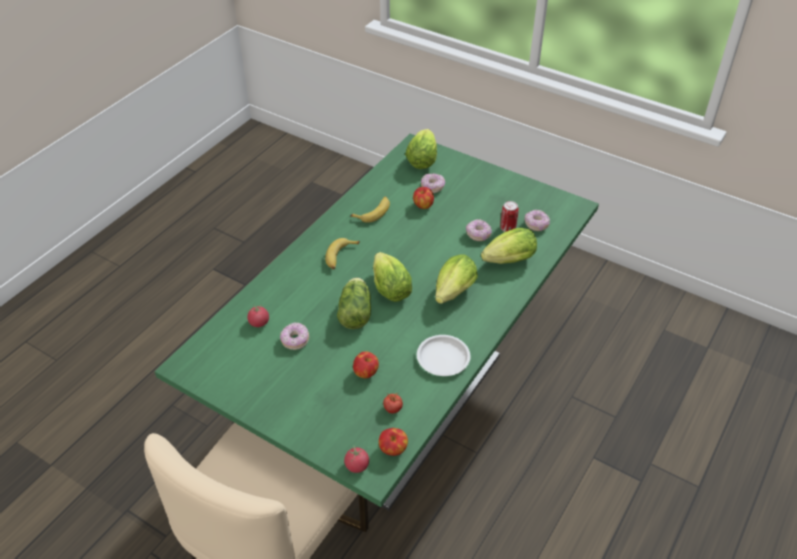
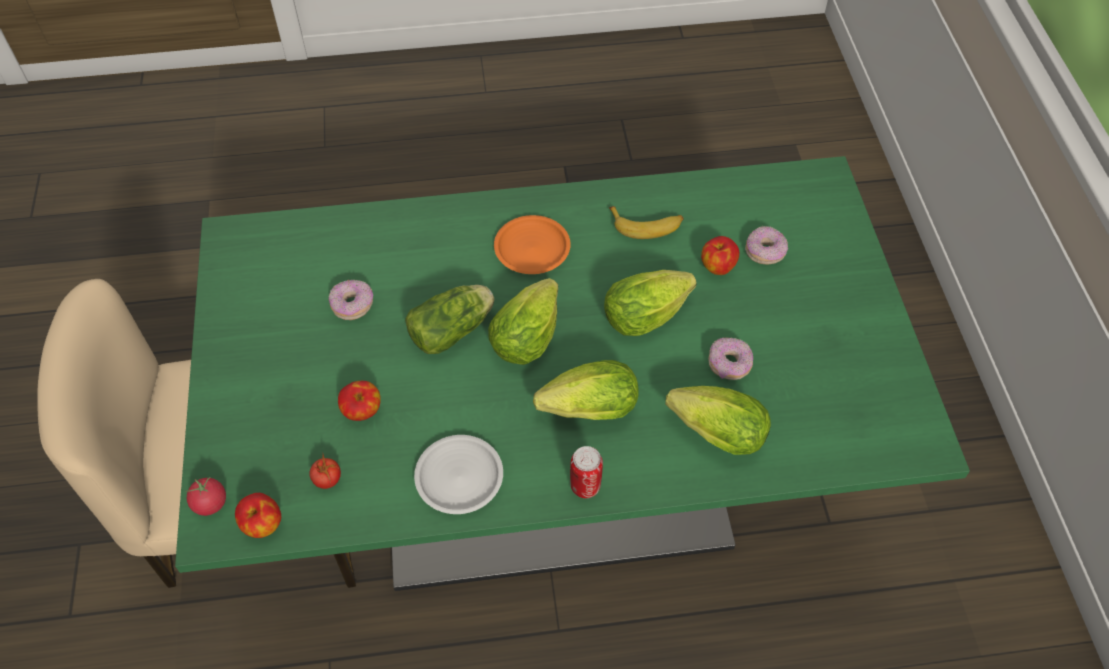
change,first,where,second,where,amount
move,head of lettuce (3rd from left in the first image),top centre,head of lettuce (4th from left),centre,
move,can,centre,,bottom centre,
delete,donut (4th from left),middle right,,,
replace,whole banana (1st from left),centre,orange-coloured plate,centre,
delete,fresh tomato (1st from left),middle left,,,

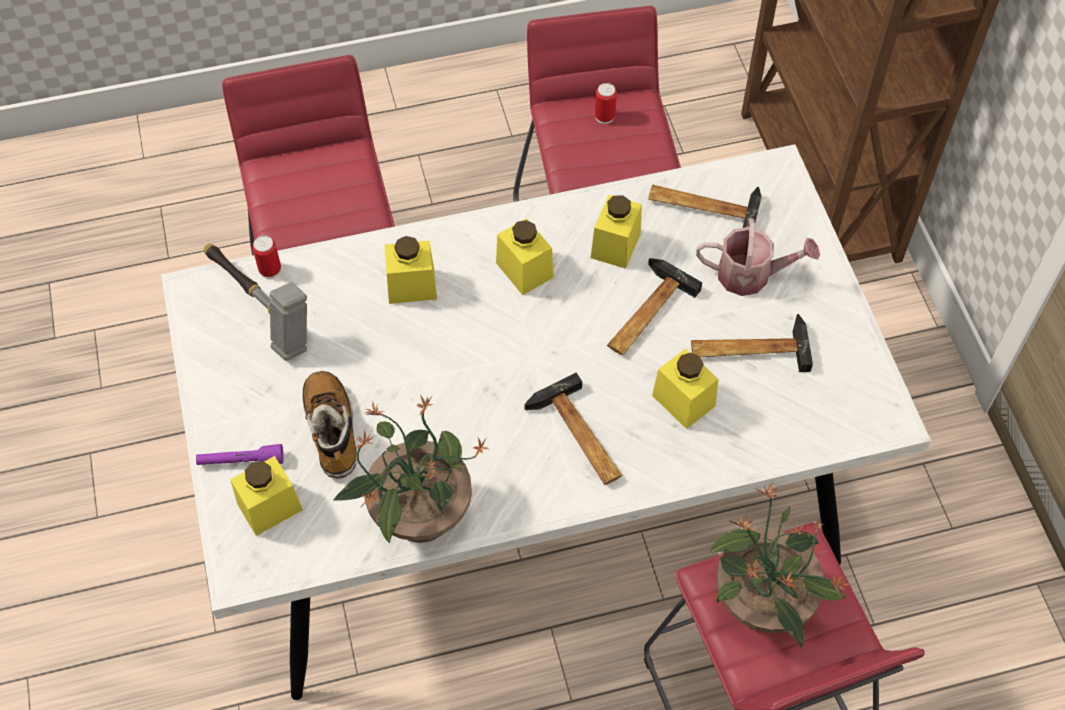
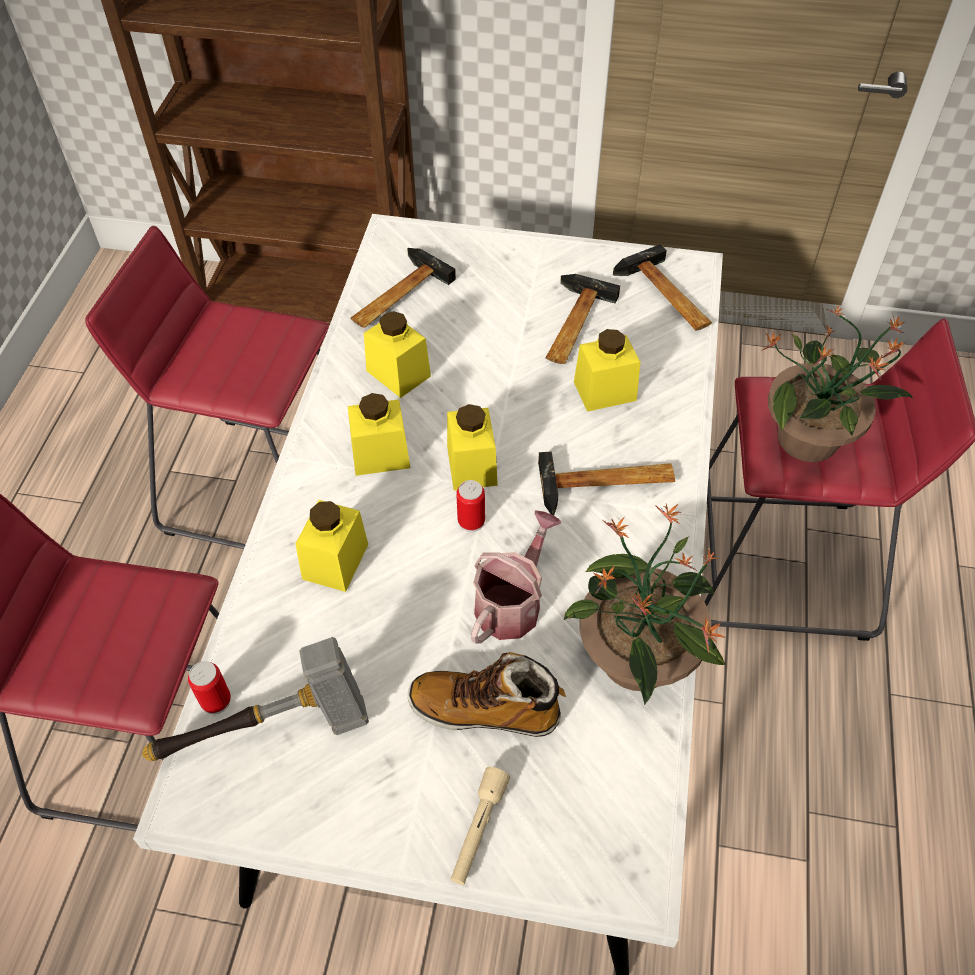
change,first,where,second,where,amount
move,can (2nd from left),top centre,,centre,
move,watering pot,middle right,,centre,
move,hammer (3rd from left in the first image),centre,hammer (5th from left),top right,
recolor,purplish flashlight,middle left,beige-coloured flashlight,bottom centre,
move,yellow-coloured preserve jar (1st from left in the first image),bottom left,yellow-coloured preserve jar (4th from left),centre,

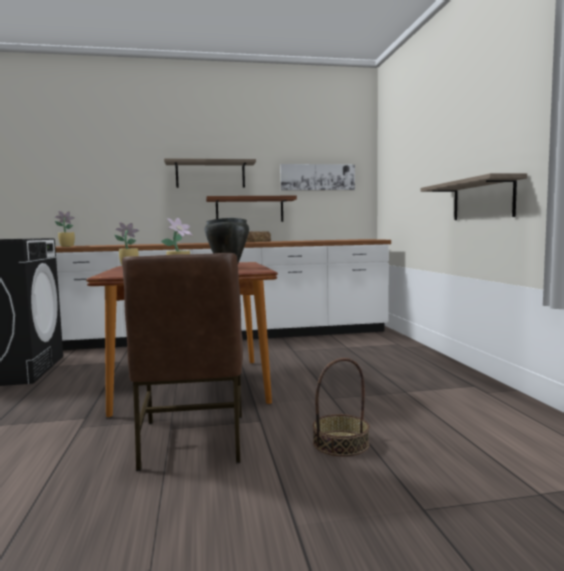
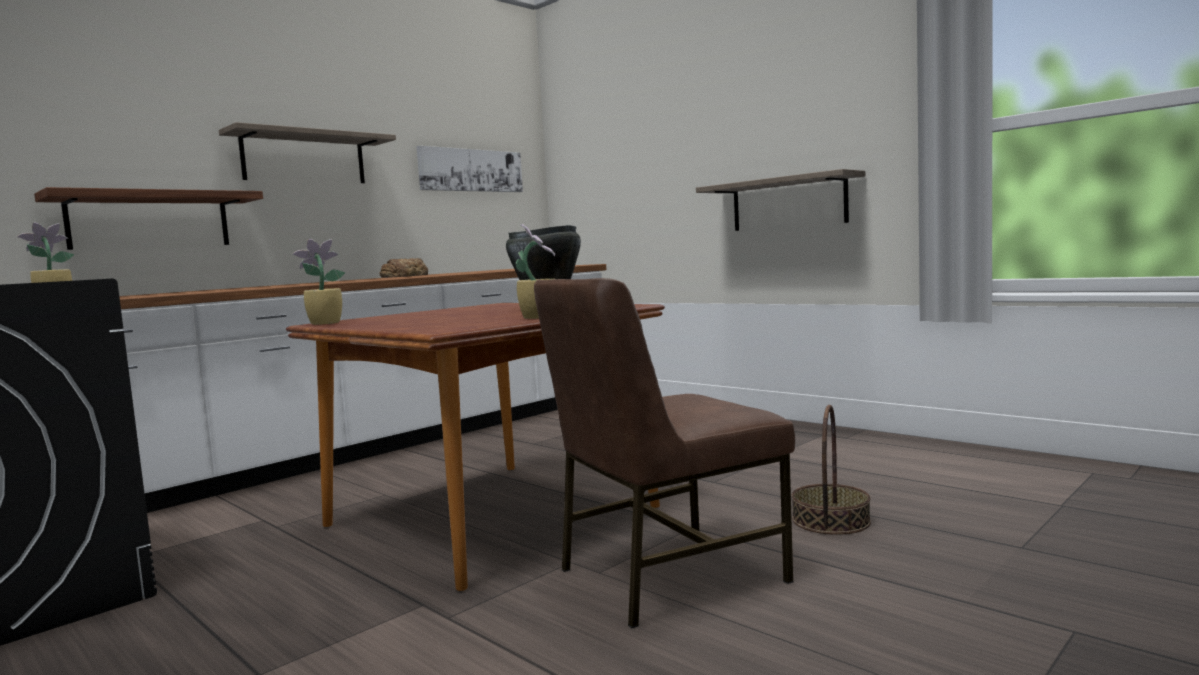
change,first,where,second,where,amount
move,shelf (2nd from left in the first image),centre,shelf (1st from left),top left,
rotate,brownish upright chair,middle left,,bottom centre,105 degrees clockwise

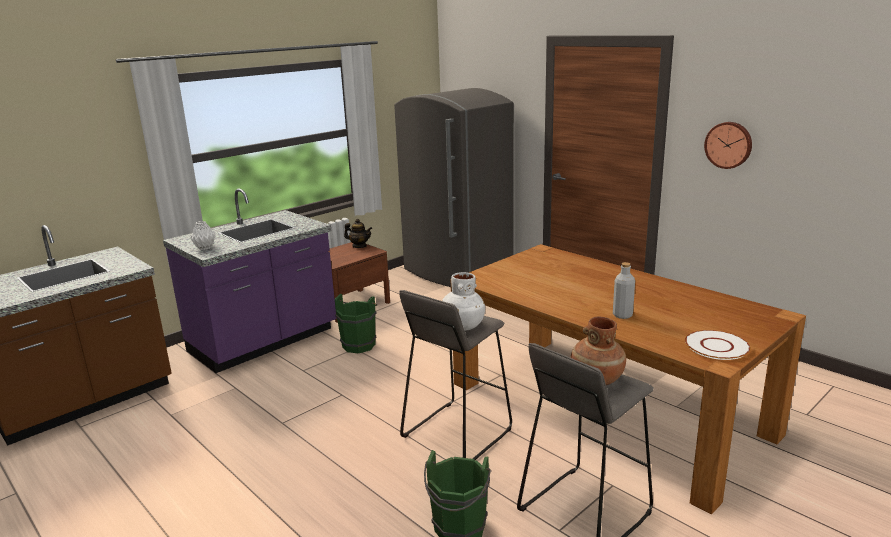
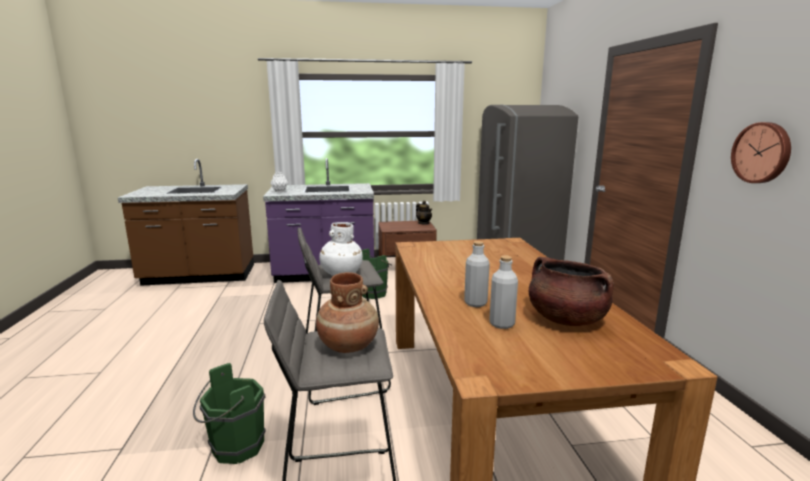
change,first,where,second,where,amount
delete,white-coloured plate,middle right,,,
insert,,,grey bottle (2nd from left),centre,
insert,,,brownish stockpot,middle right,

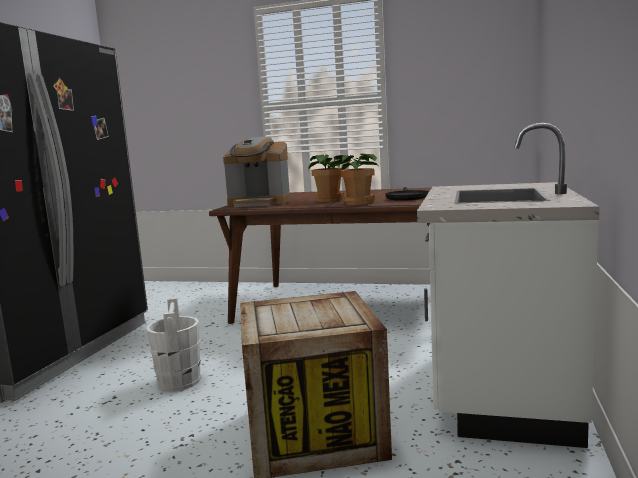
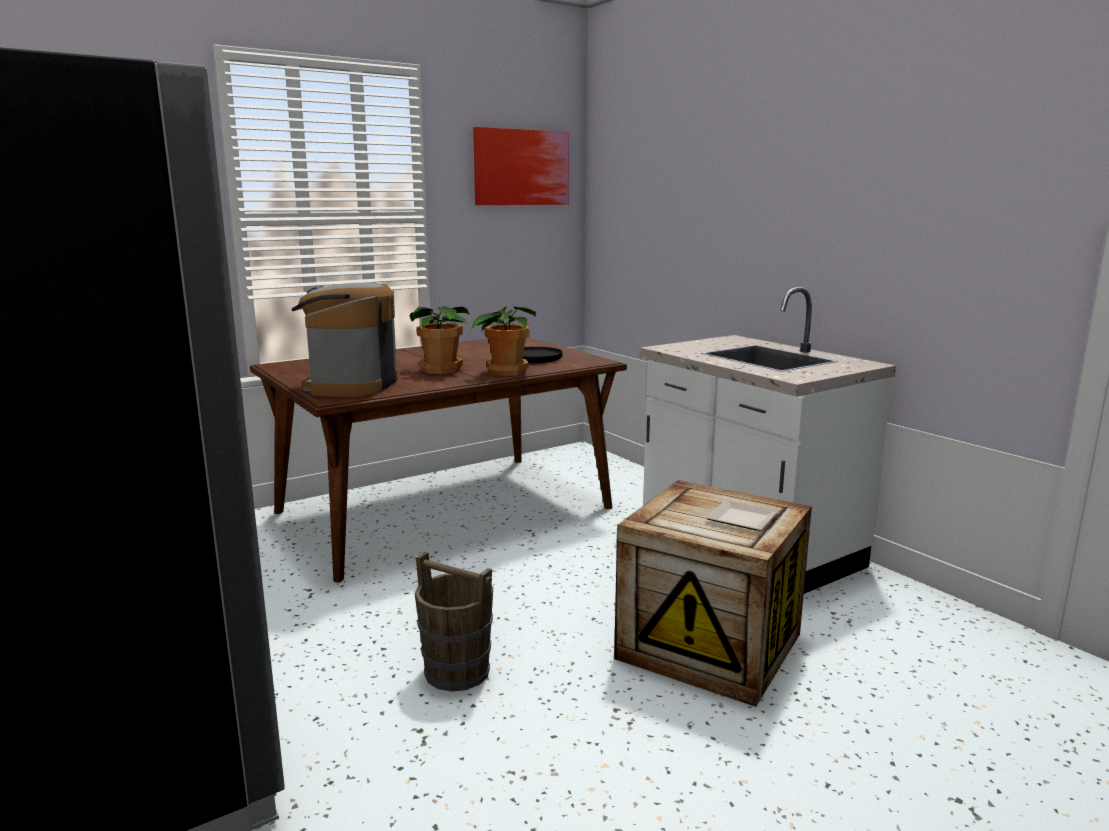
change,first,where,second,where,amount
rotate,coffee brewer,centre,,middle left,135 degrees clockwise
recolor,white-coloured bucket,bottom left,brownish bucket,bottom centre,
insert,,,wall art,top centre,
insert,,,plate,middle right,

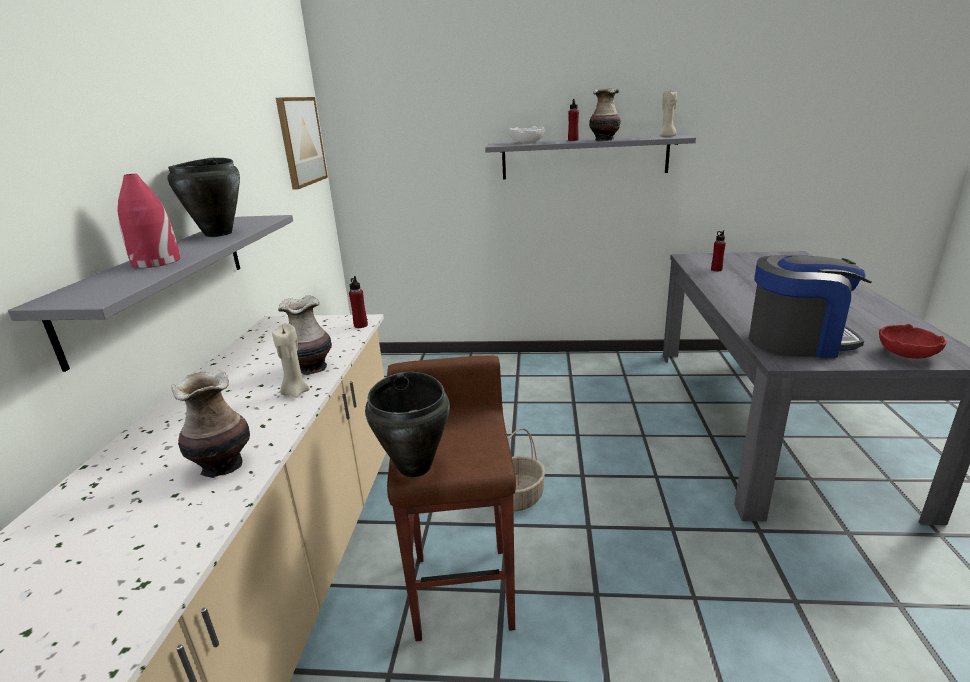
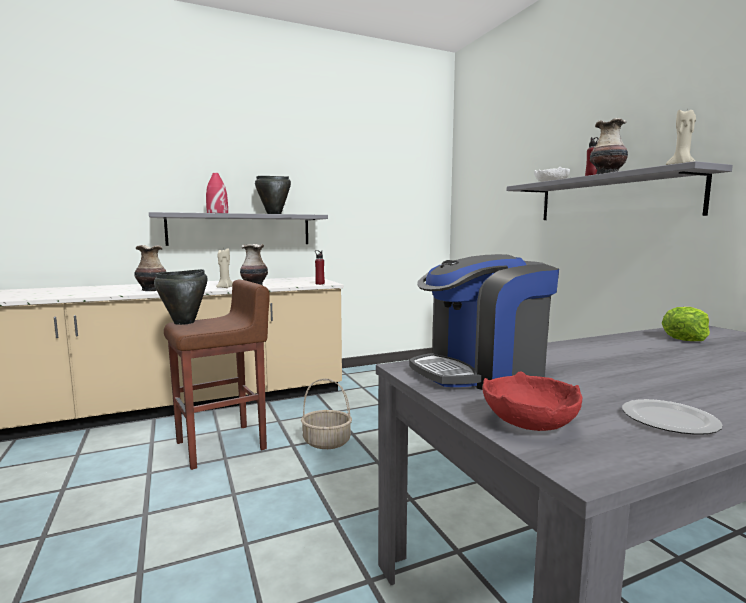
change,first,where,second,where,amount
delete,wall art,top left,,,
replace,red-coloured bottle (3rd from left),middle right,head of lettuce,middle right,
rotate,coffee brewer,middle right,,centre,90 degrees clockwise
insert,,,plate,bottom right,

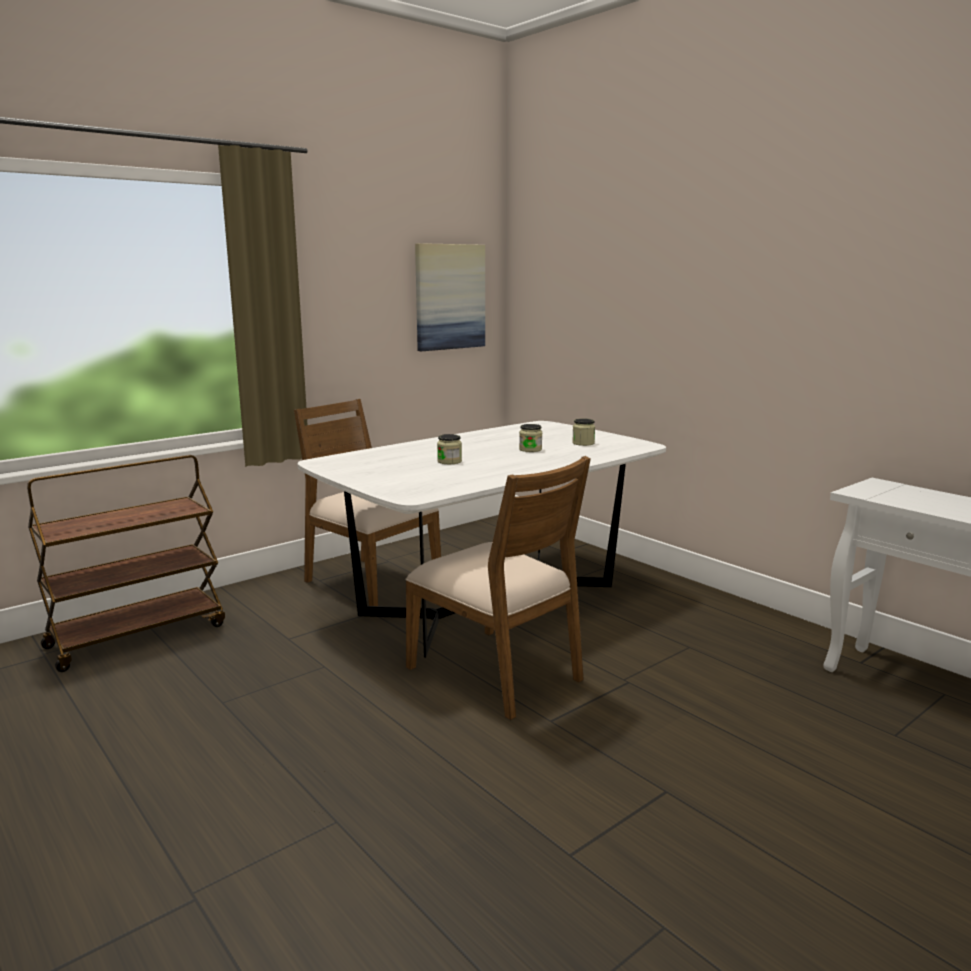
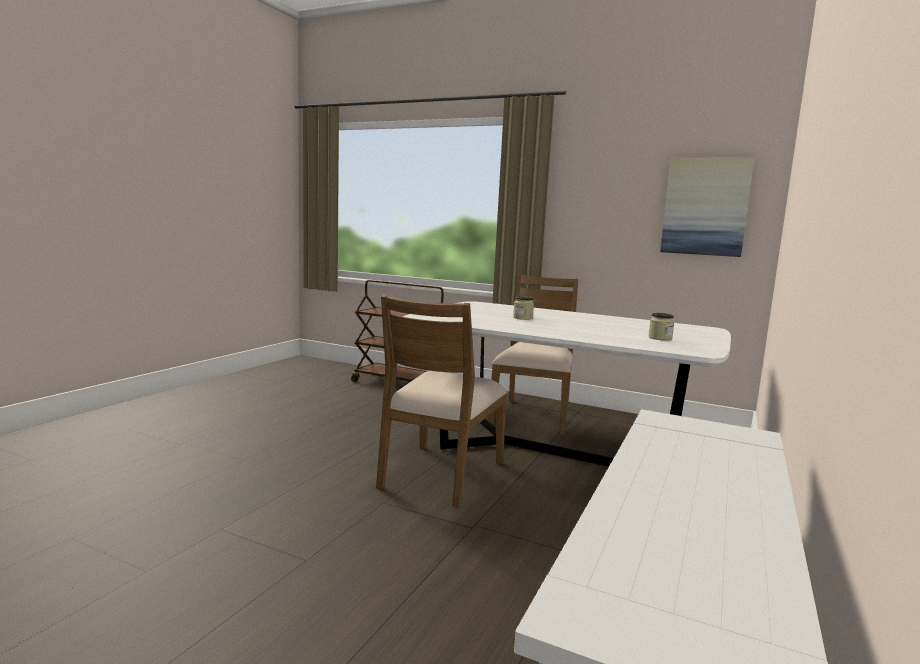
change,first,where,second,where,amount
delete,preserve jar (2nd from left),centre,,,

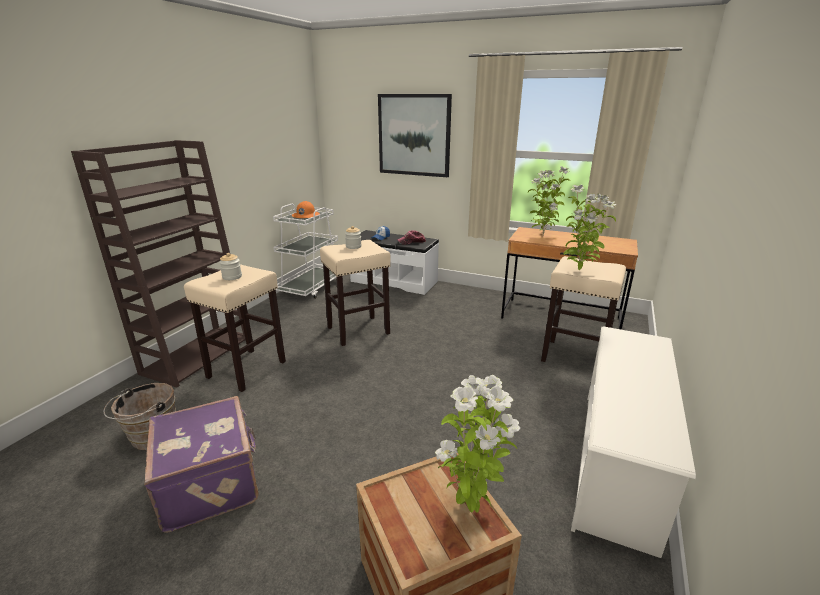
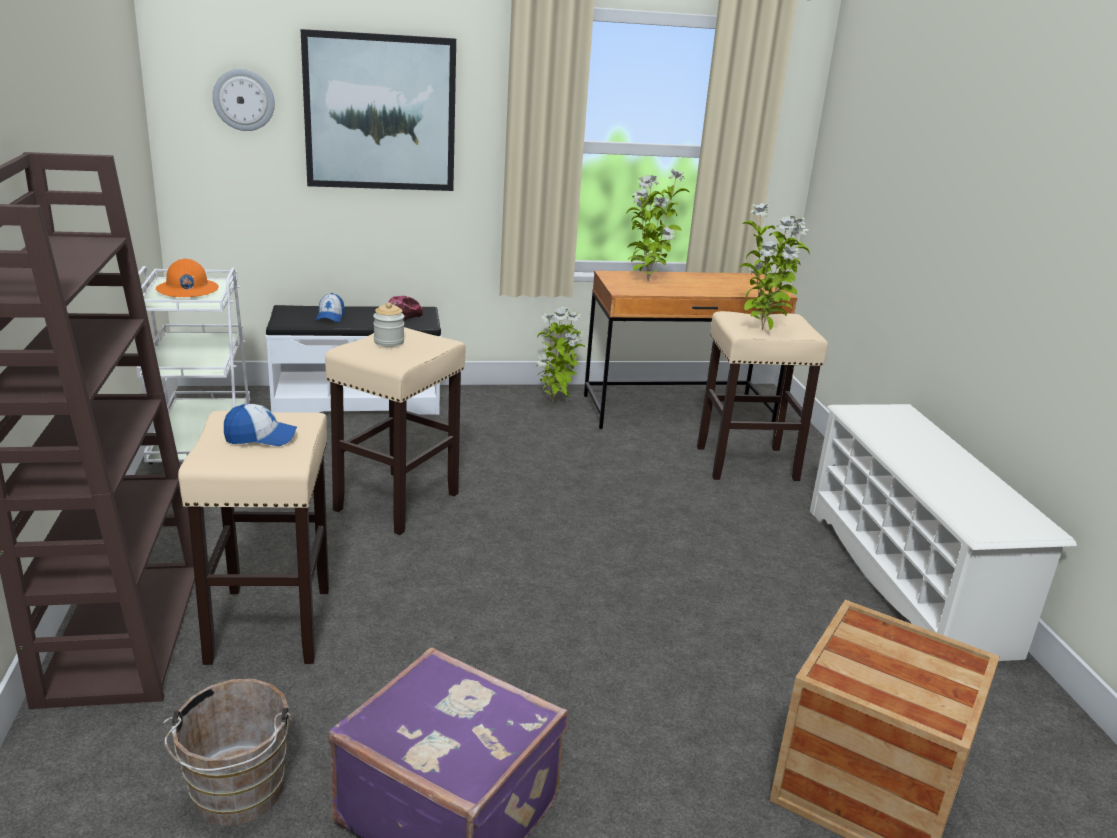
change,first,where,second,where,amount
replace,preserve jar (1st from left),middle left,cap (1st from left),middle left,
move,potted plant (1st from left),bottom centre,,centre,
insert,,,wall clock,top left,

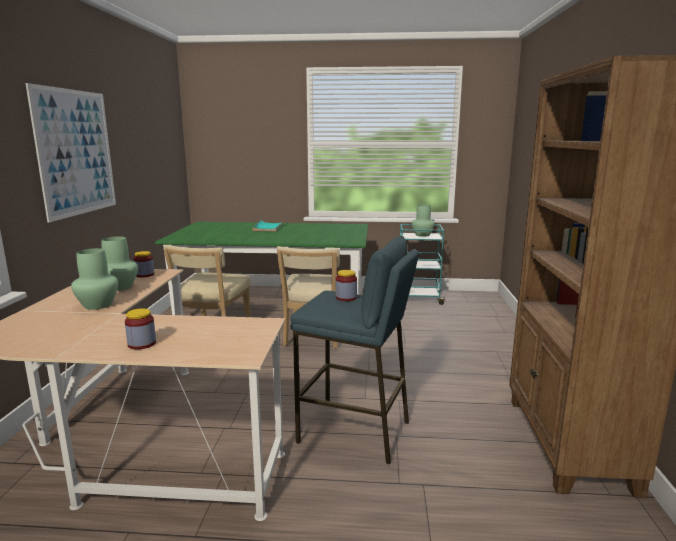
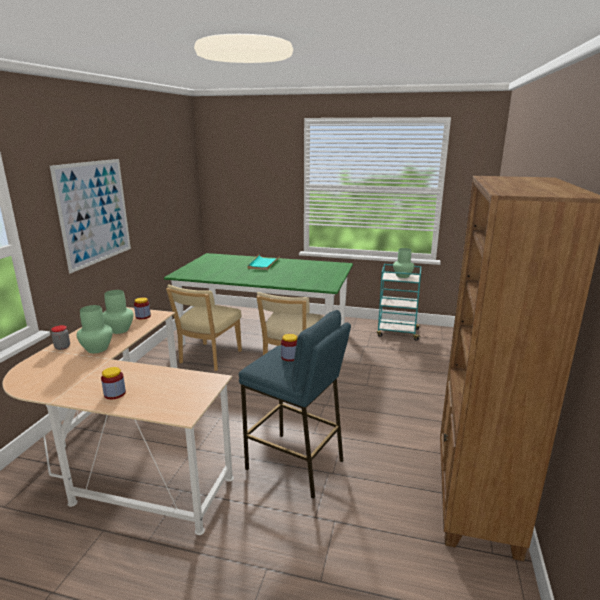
change,first,where,second,where,amount
insert,,,preserve jar (1st from left),middle left,

